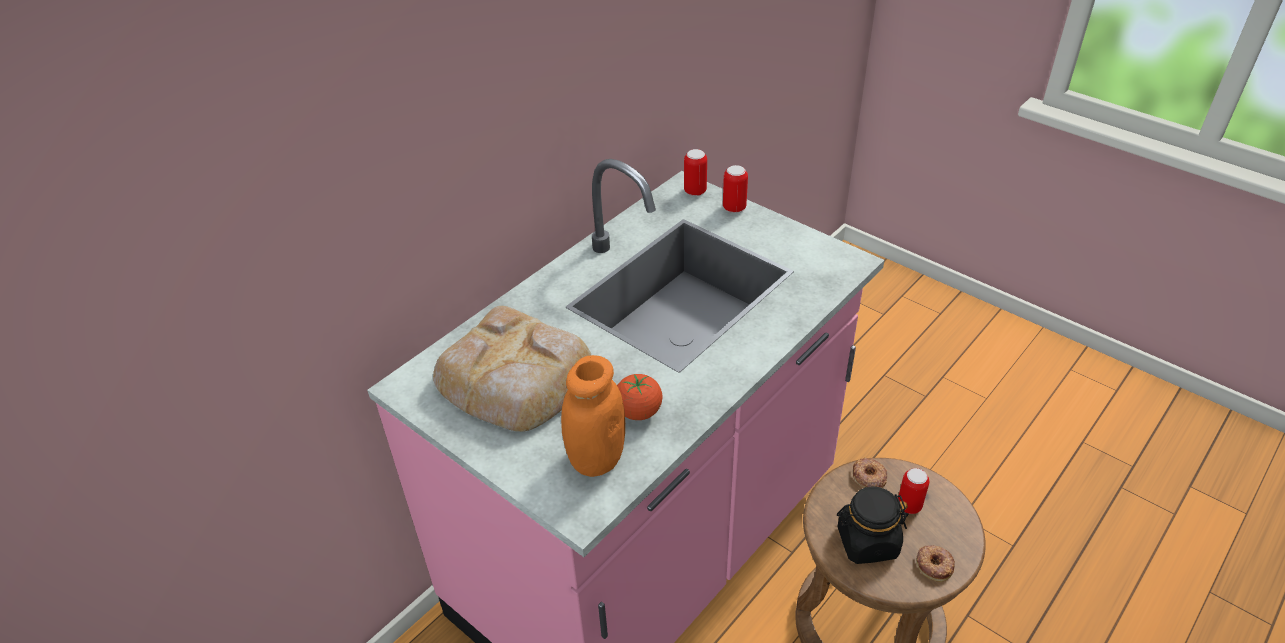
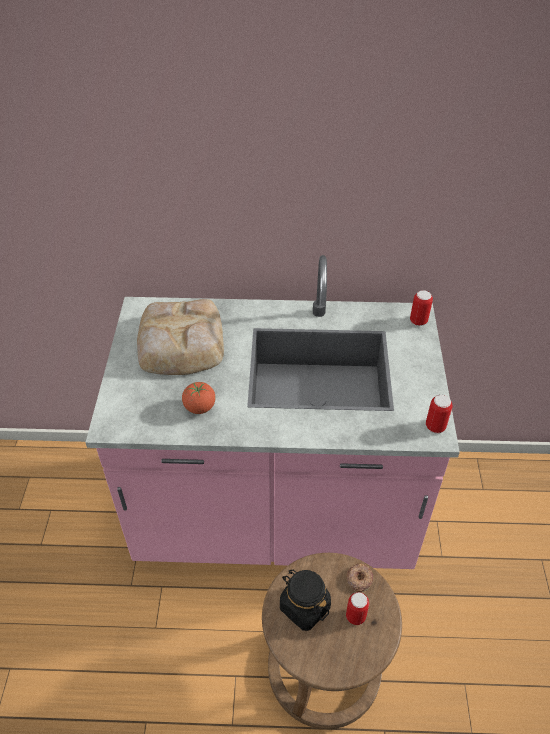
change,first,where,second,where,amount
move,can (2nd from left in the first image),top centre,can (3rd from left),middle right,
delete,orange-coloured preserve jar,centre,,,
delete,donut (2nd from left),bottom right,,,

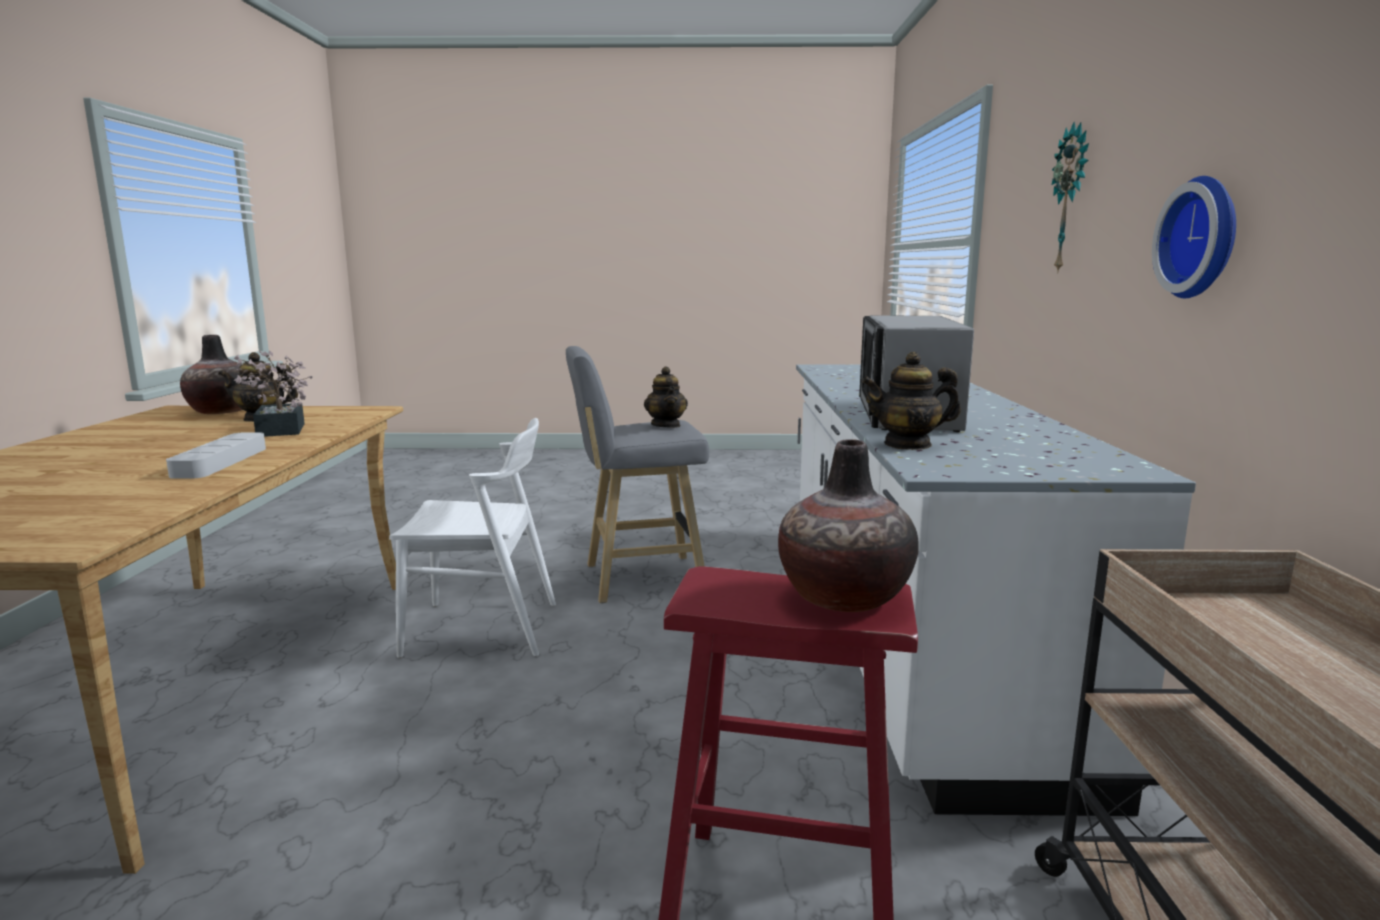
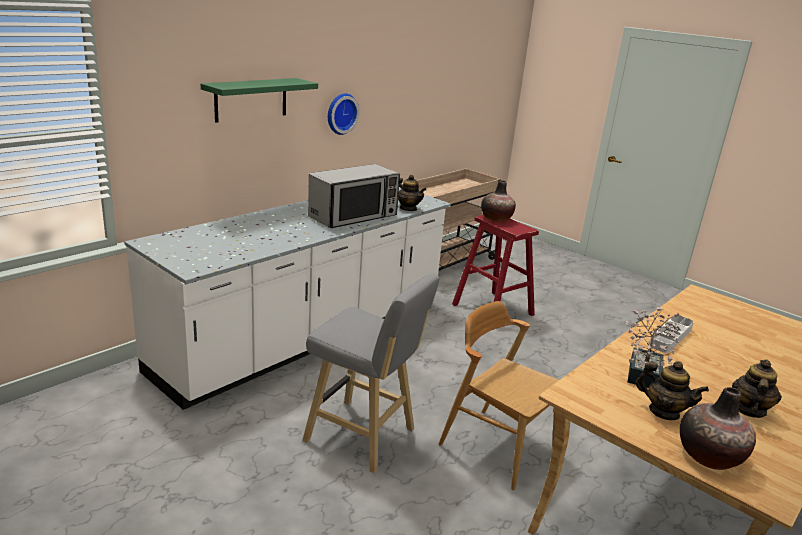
change,first,where,second,where,amount
replace,wall clock (1st from left),top right,green-coloured shelf,top left,
move,tea pot (2nd from left in the first image),centre,tea pot (3rd from left),bottom right,
recolor,white-coloured upright chair,centre,brownish upright chair,bottom centre,

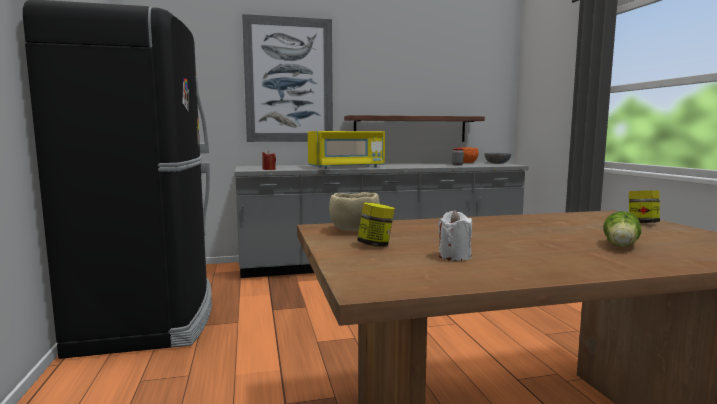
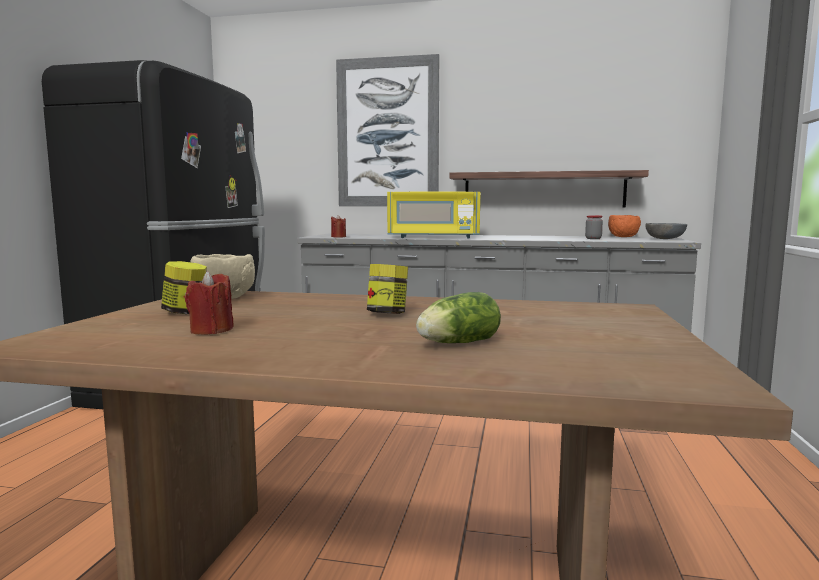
change,first,where,second,where,amount
move,preserve jar (3rd from left in the first image),middle right,preserve jar (2nd from left),centre,
recolor,white-coloured candle,centre,red-coloured candle (1st from left),middle left,

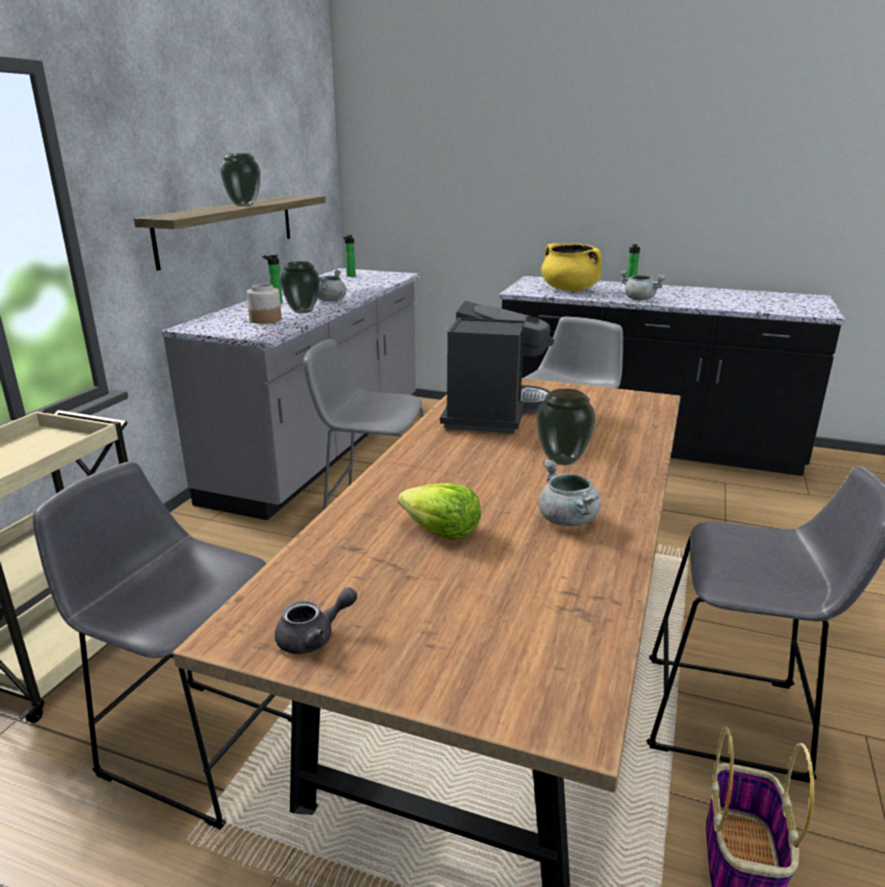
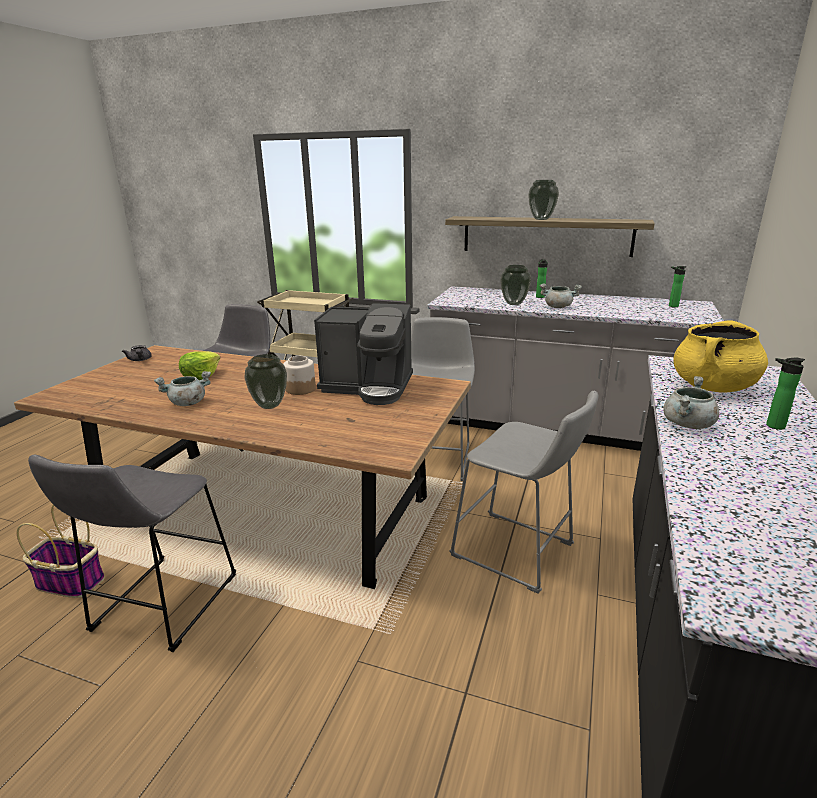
change,first,where,second,where,amount
move,preserve jar,middle left,,centre,

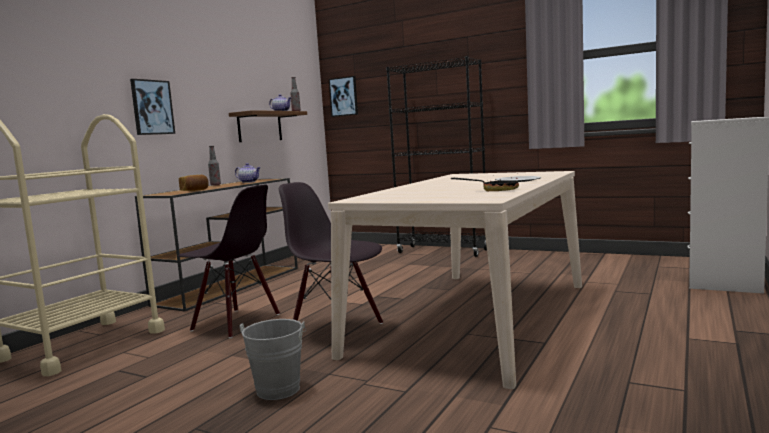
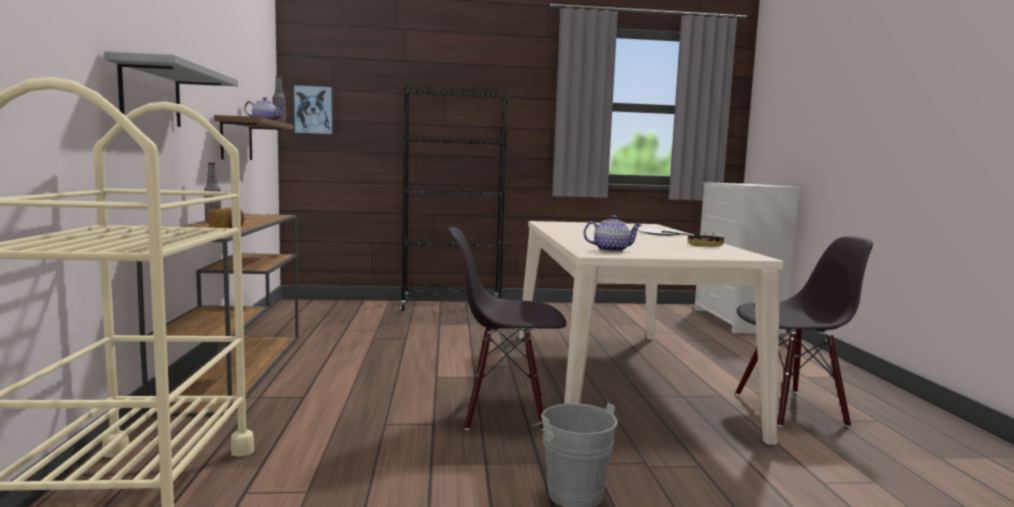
change,first,where,second,where,amount
replace,wall art (1st from left),top left,grey shelf,top left,
move,tea pot (1st from left in the first image),middle left,tea pot (2nd from left),centre,
move,black-coloured upright chair (1st from left in the first image),middle left,black-coloured upright chair (2nd from left),middle right,

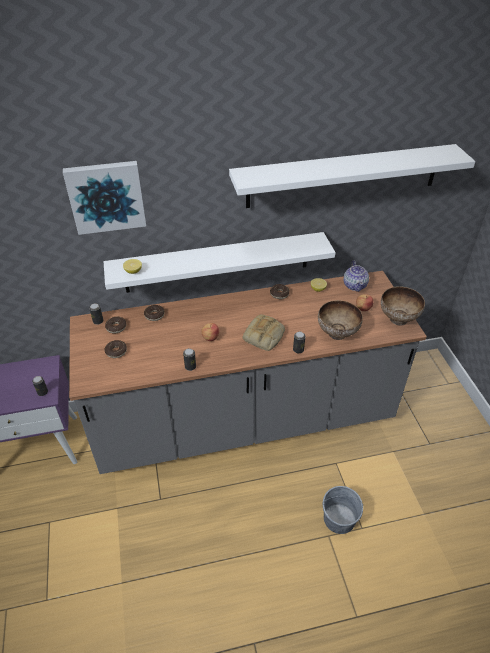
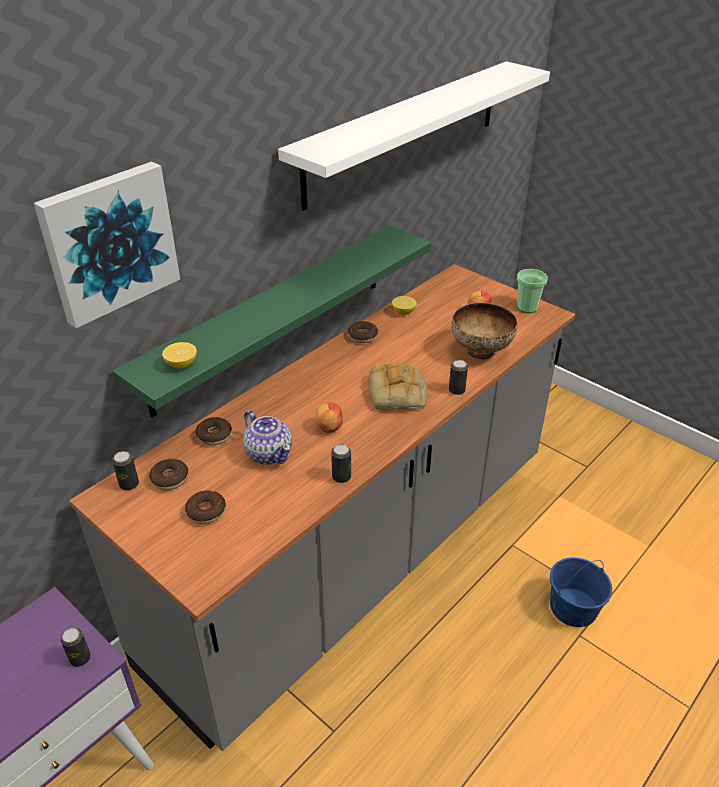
change,first,where,second,where,amount
recolor,white-coloured shelf (1st from left),centre,green-coloured shelf,centre,
move,tea pot,middle right,,centre,
replace,bowl (2nd from left),middle right,small cup,middle right,
recolor,grey bucket,bottom right,blue-coloured bucket,bottom right,

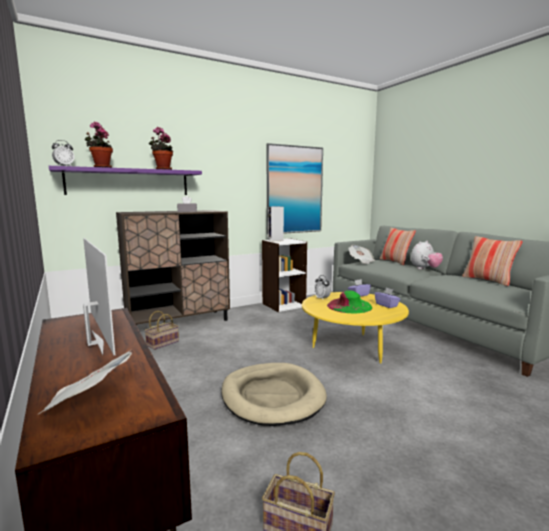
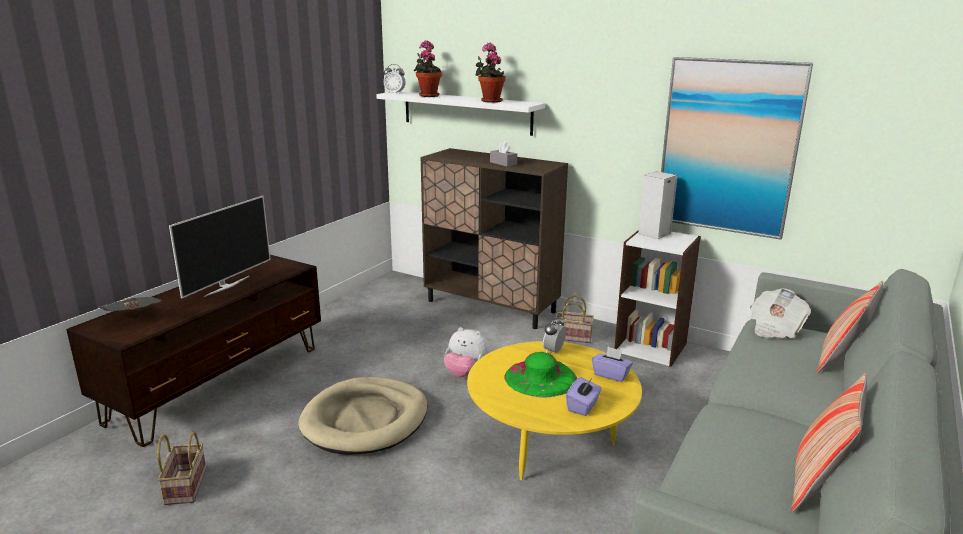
change,first,where,second,where,amount
recolor,purplish shelf,middle left,white-coloured shelf,top centre,
move,soft toy,middle right,,centre,
move,storage basket (1st from left in the first image),middle left,storage basket (2nd from left),centre,

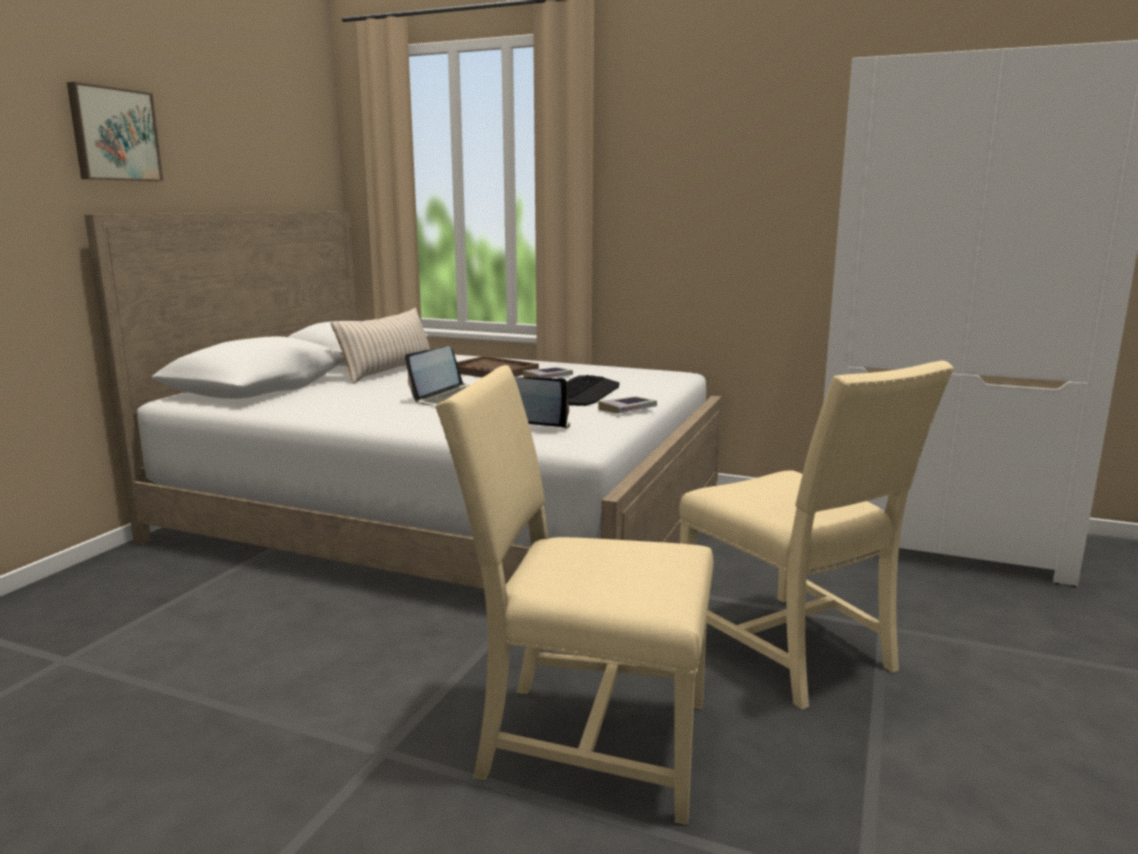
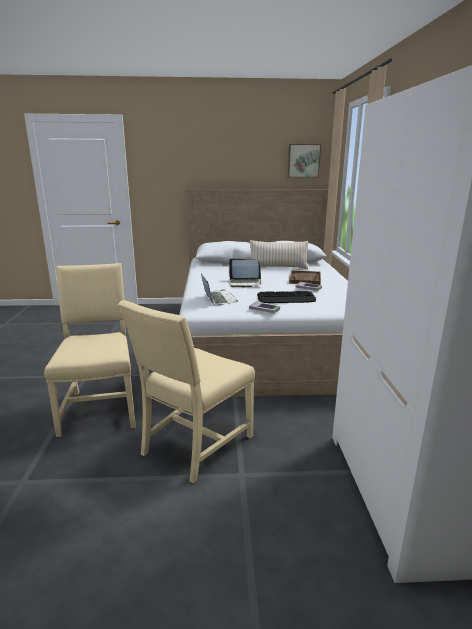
change,first,where,second,where,amount
move,wall art,top left,,top centre,

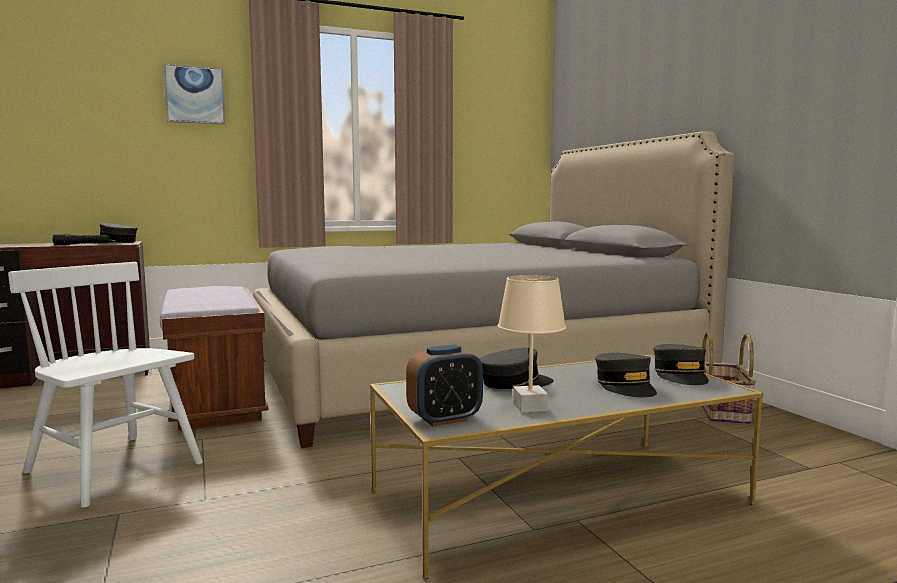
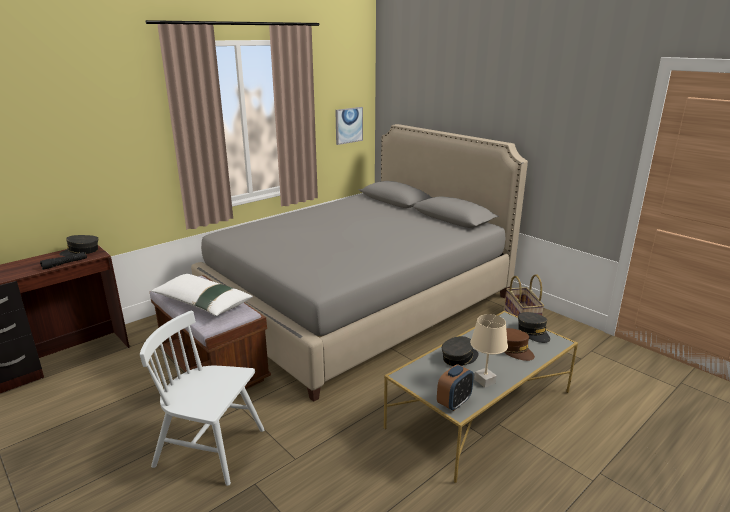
change,first,where,second,where,amount
move,wall art,top left,,top centre,
recolor,grey cap (3rd from left),middle right,brownish cap,bottom right,
insert,,,white-coloured pillow,middle left,

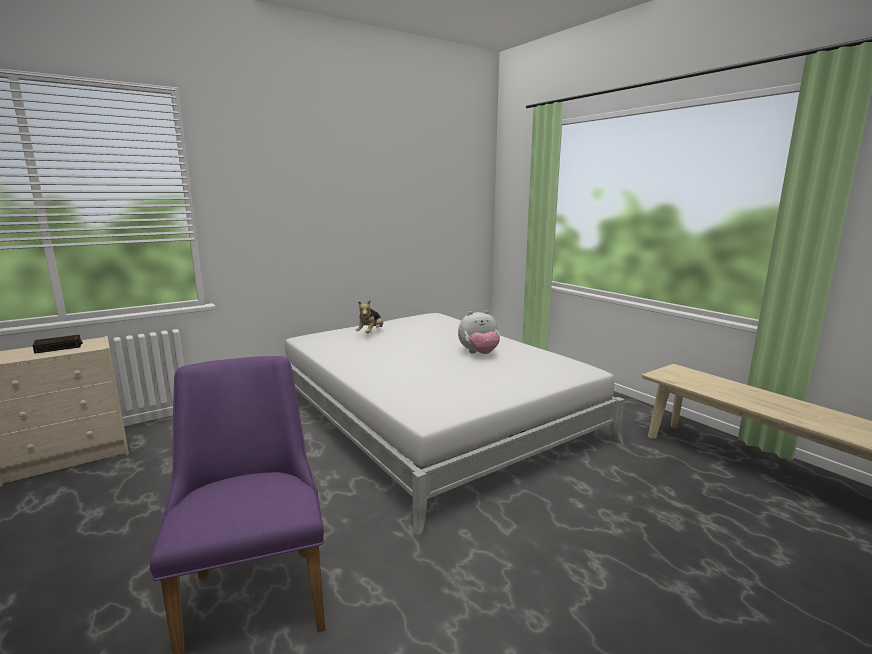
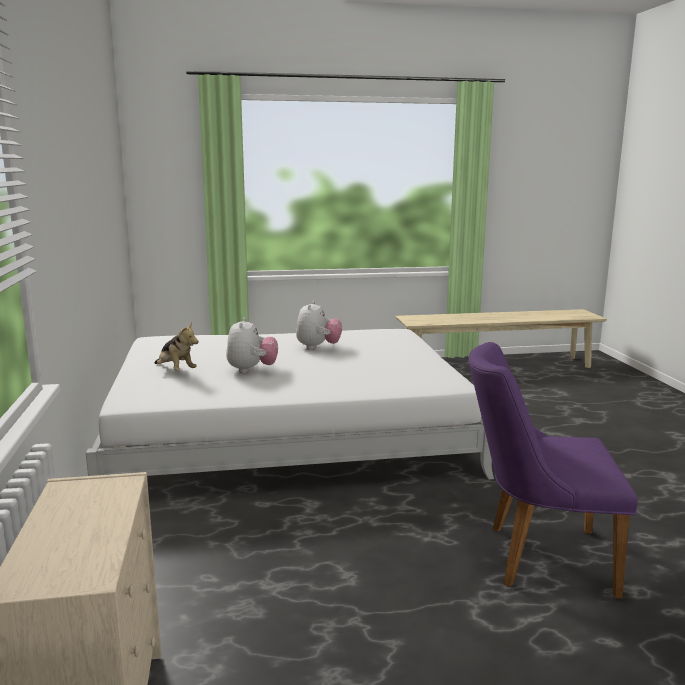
change,first,where,second,where,amount
delete,bedside clock,middle left,,,
insert,,,soft toy (2nd from left),centre,

